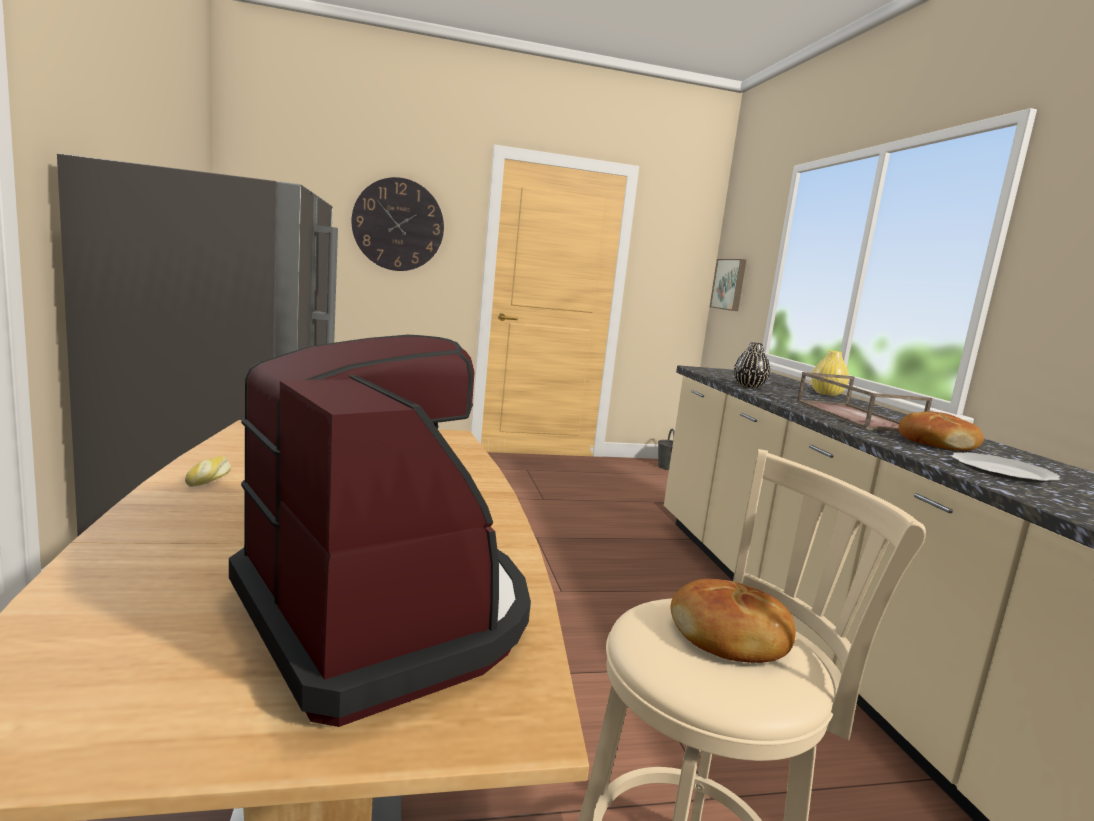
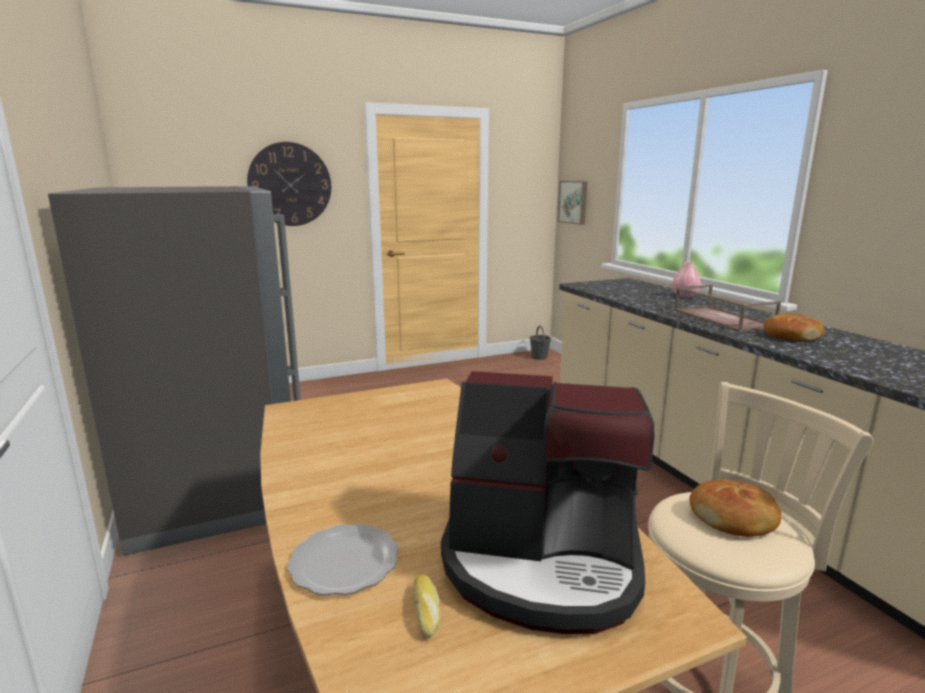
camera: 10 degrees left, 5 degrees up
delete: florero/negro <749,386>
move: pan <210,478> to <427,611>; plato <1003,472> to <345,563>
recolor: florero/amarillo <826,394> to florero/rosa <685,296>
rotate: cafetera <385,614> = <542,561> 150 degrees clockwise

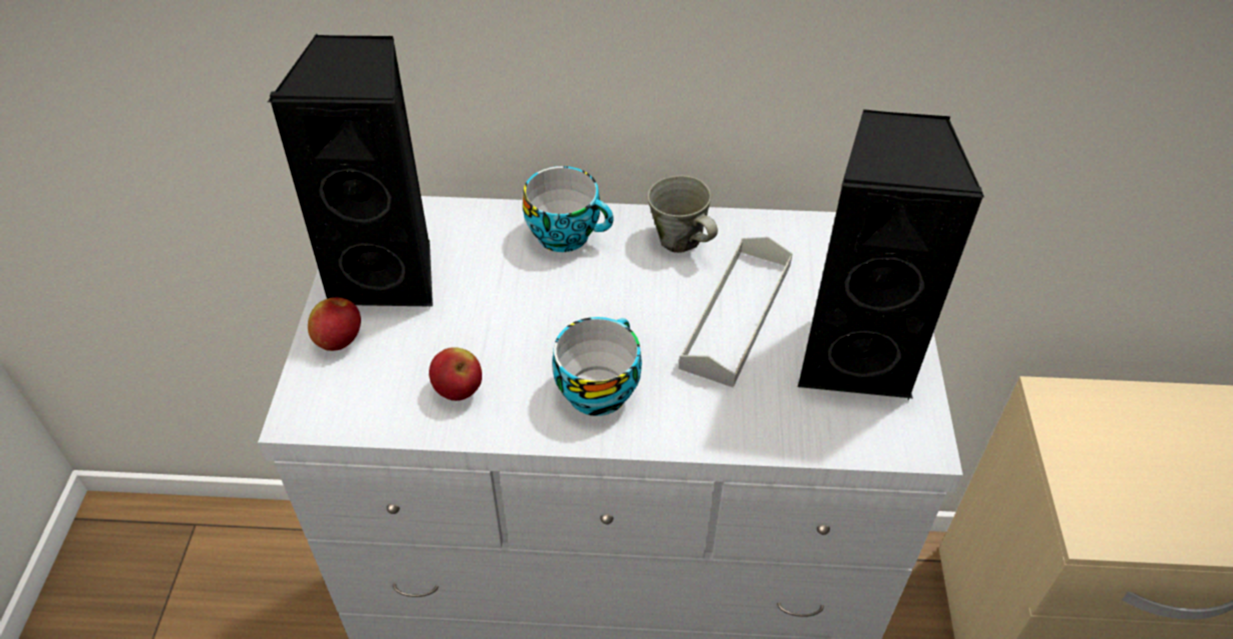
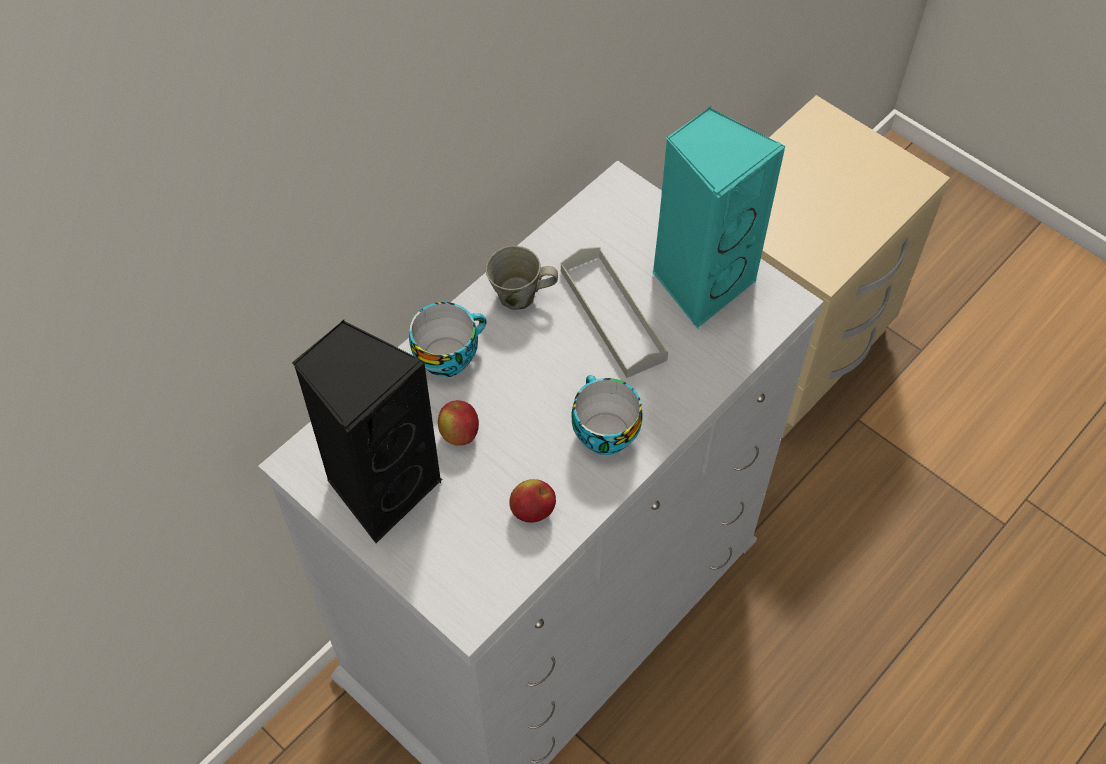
camera: 50 degrees left, 10 degrees up
move: manzana <339,340> to <459,433>
recolor: altavoz/negro <854,356> to altavoz/turquesa <700,282>

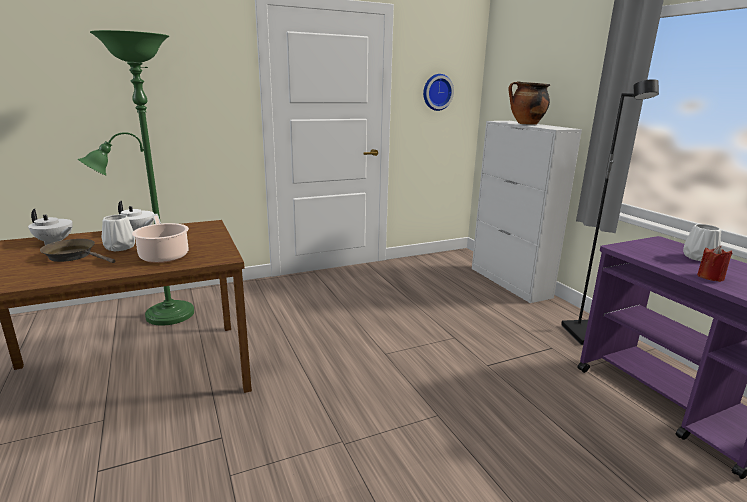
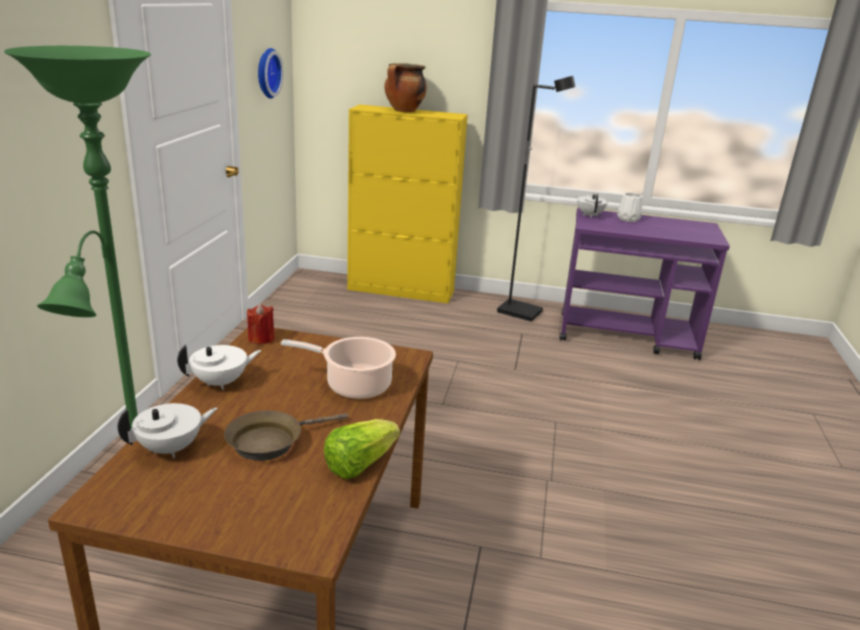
camera: 55 degrees left, 5 degrees up
delete: florero/blanco <121,247>
insert: lechuga <359,464>; tetera/blanco <590,215>
move: vela/rojo <710,277> to <261,339>
recolor: armario/blanco <510,282> to armario/amarillo <401,290>

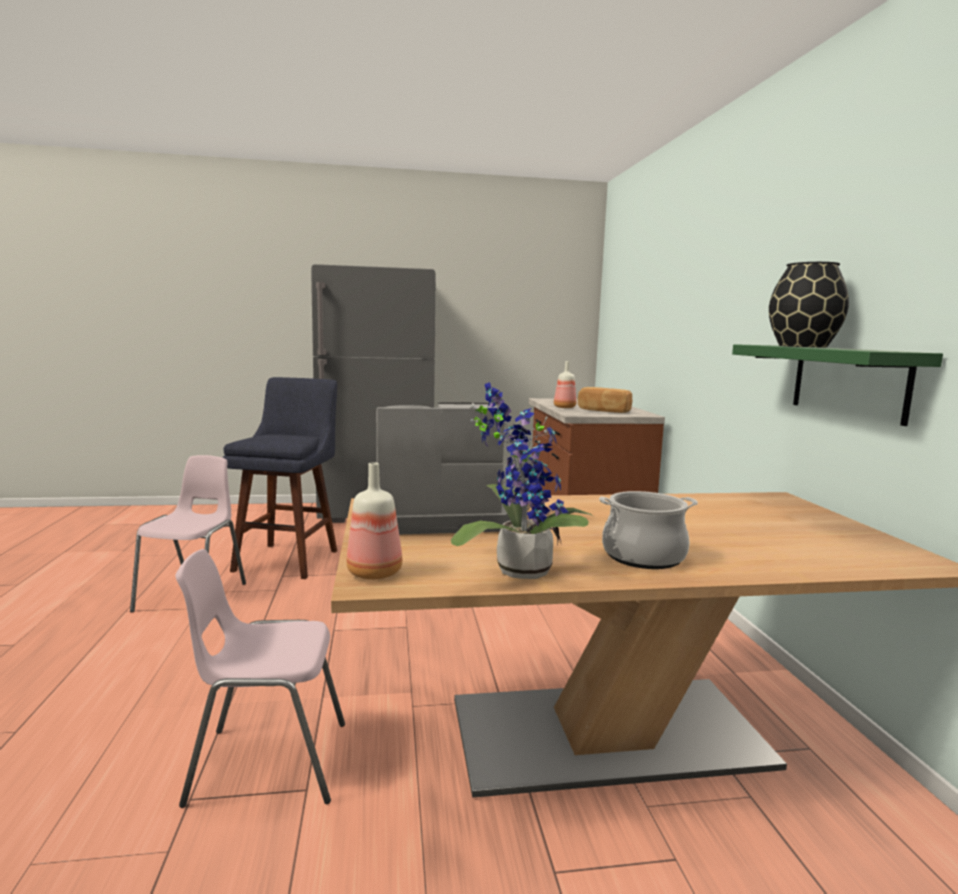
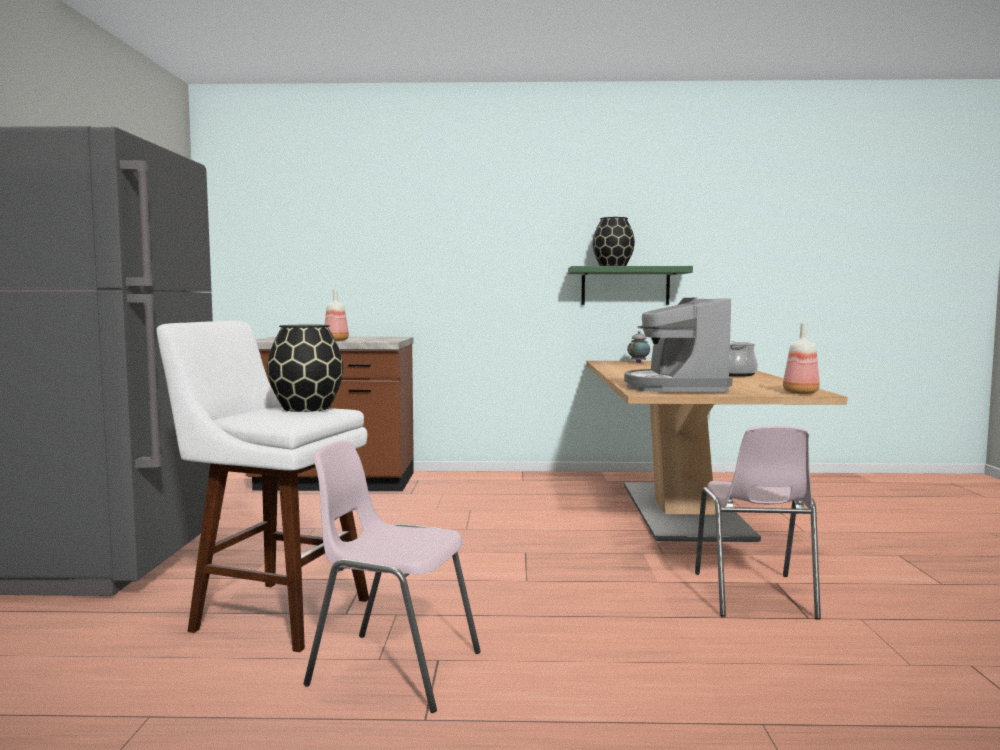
camera: 80 degrees left, 5 degrees down
delete: planta en maceta <517,568>; pan <603,411>
insert: florero/negro <305,408>; tetera <639,362>
recolor: taburete/azul <289,558> to taburete/blanco <273,612>

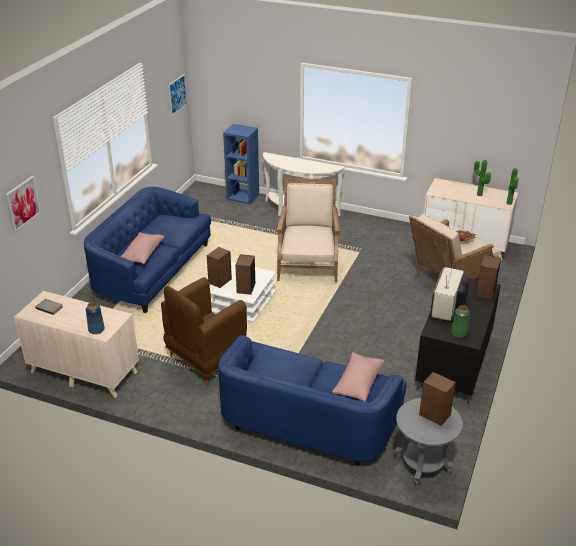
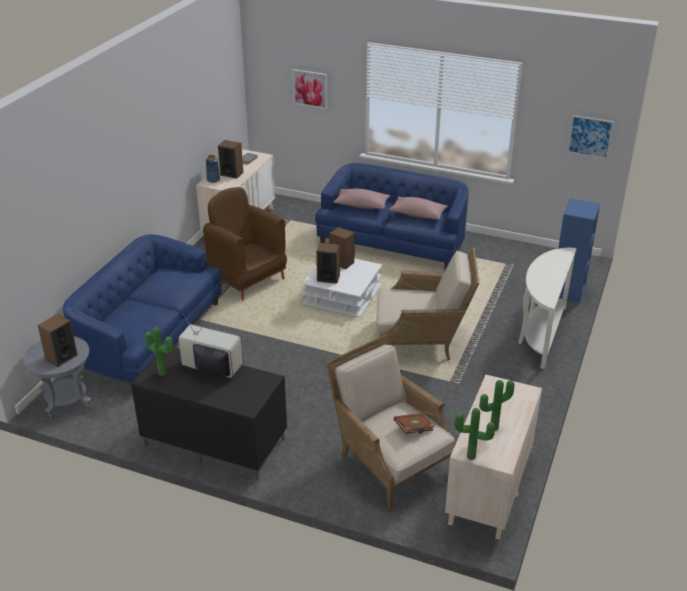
camera: 90 degrees right, 0 degrees up
move: cojín/rosa <358,383> to <418,214>; altavoz <485,292> to <231,174>
replace: florero/verde <459,333> to planta en maceta <163,372>

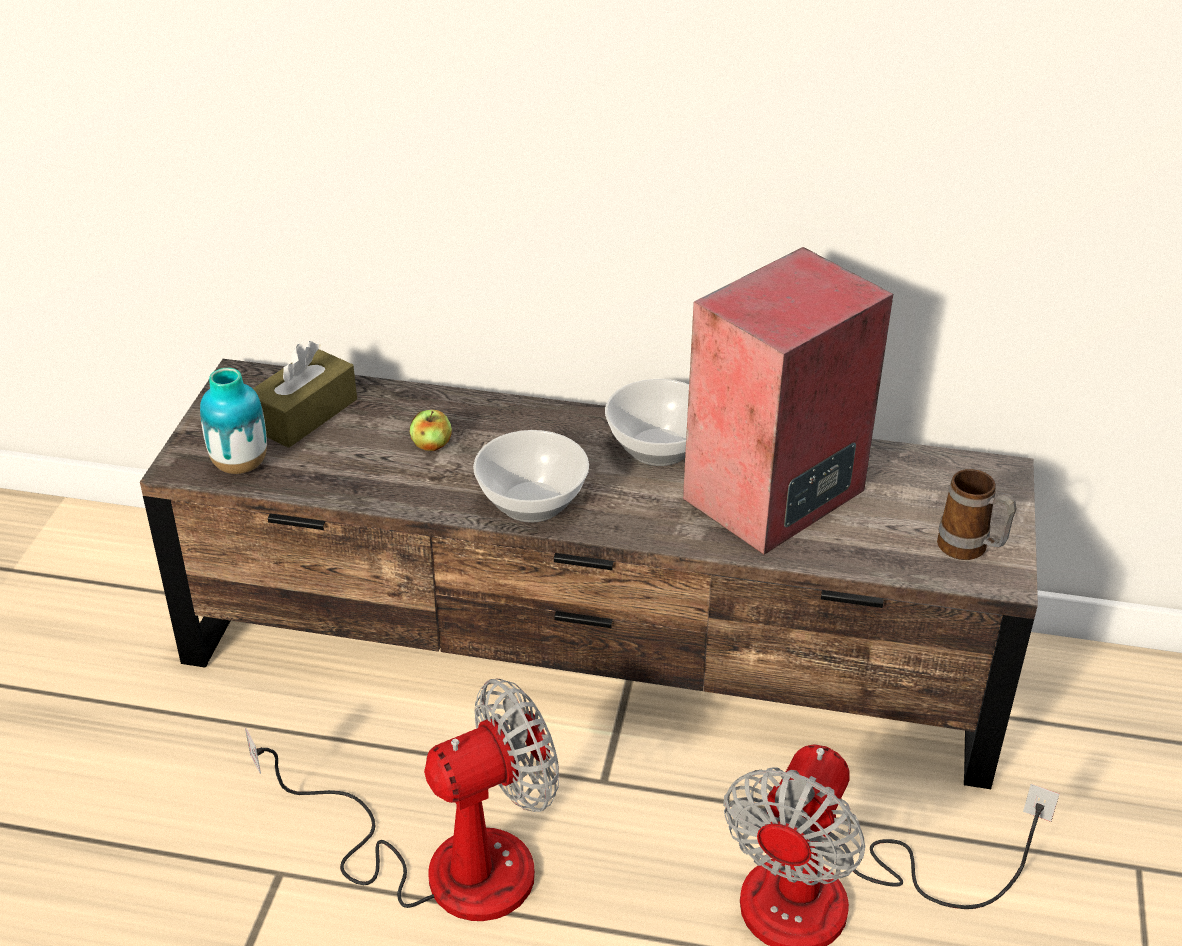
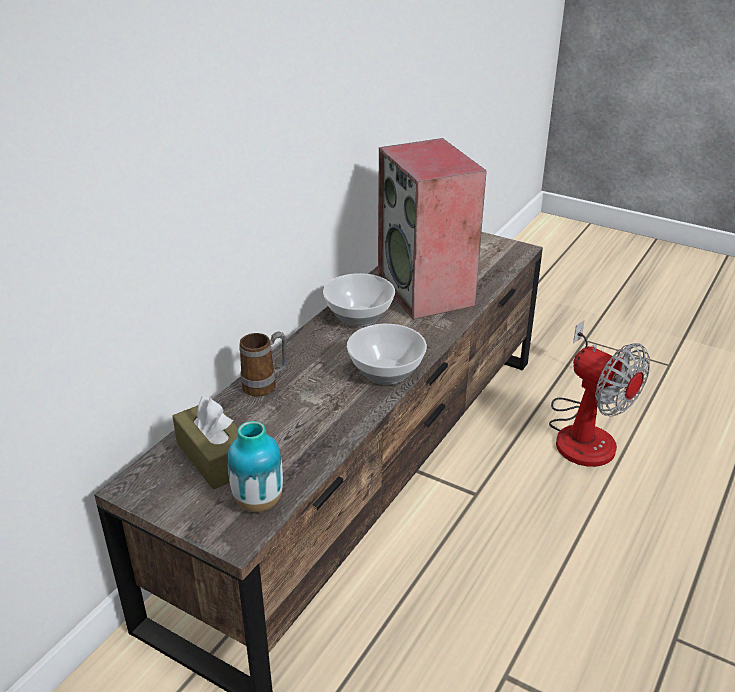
camera: 70 degrees left, 5 degrees down
delete: ventilador <444,862>; manzana <431,445>
move: taza grande <970,550> to <266,385>

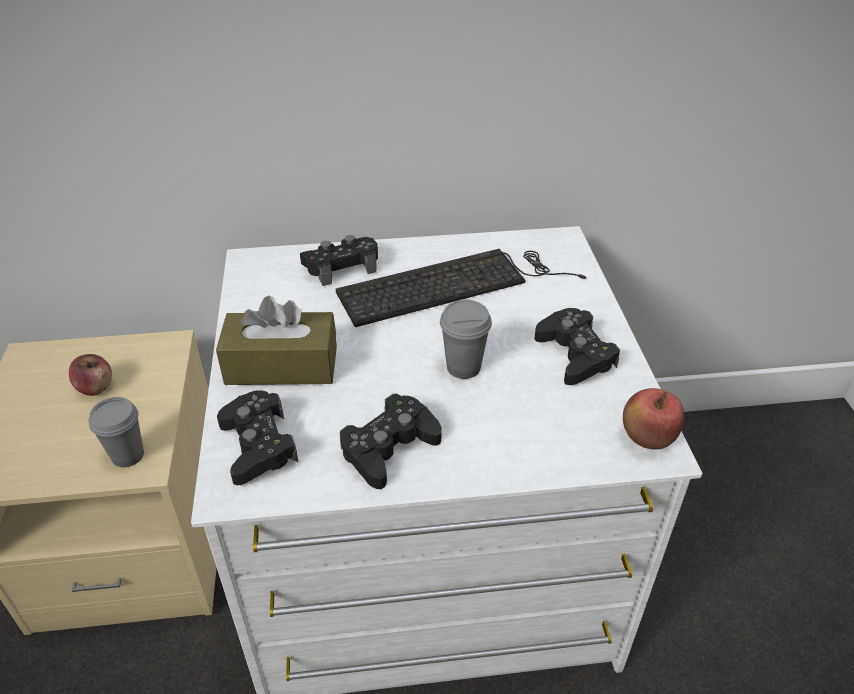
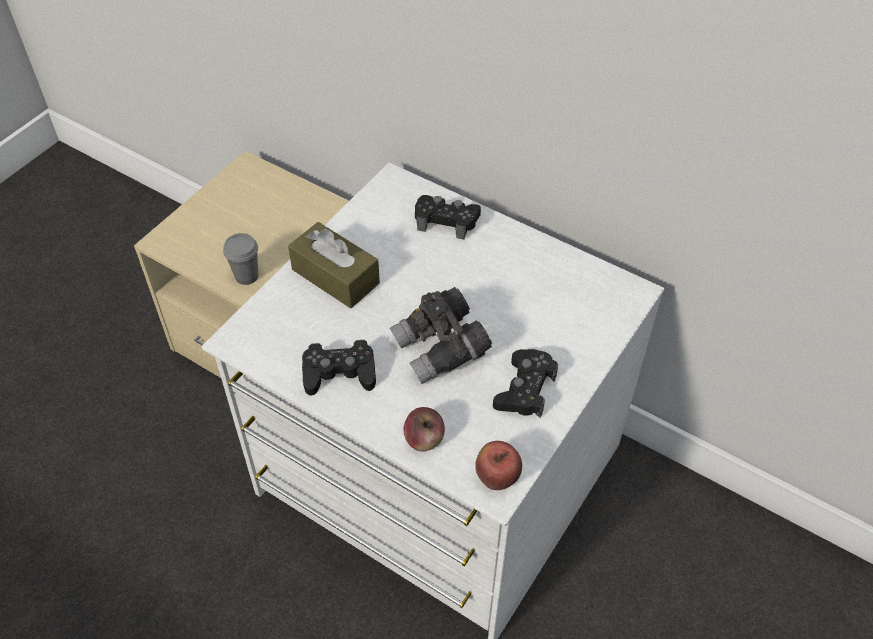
camera: 40 degrees right, 10 degrees up
delete: mando de consola/negro <258,445>; teclado <454,285>
move: manzana <95,387> to <424,439>
replace: taza/gris <463,367> to prismáticos/gris <441,349>

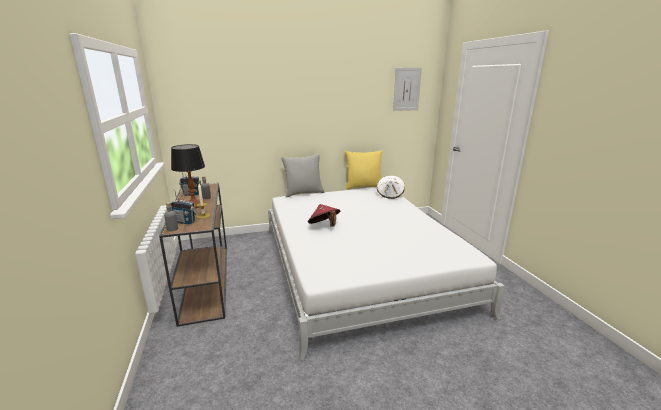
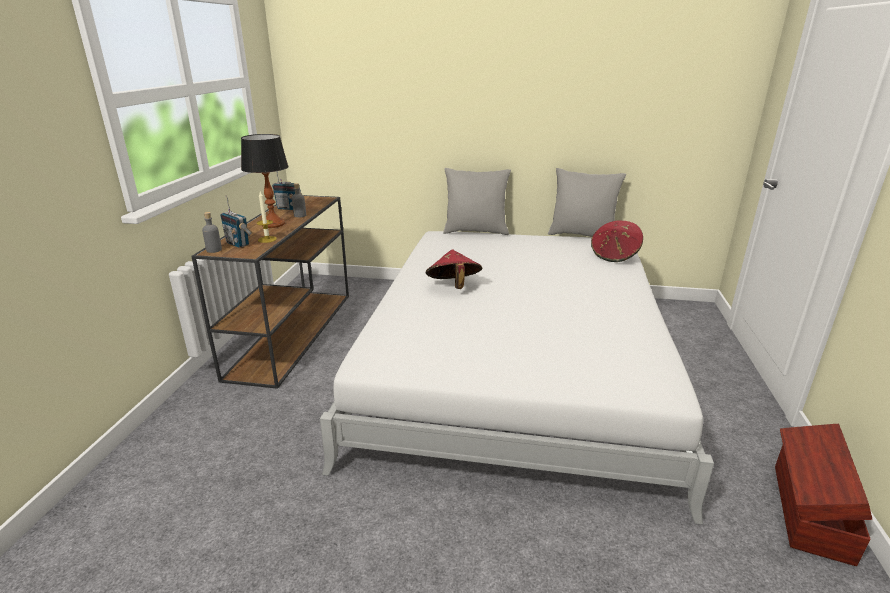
camera: 25 degrees right, 5 degrees up
delete: cuadro <407,89>
insert: caja de almacenaje/marrón <809,512>
recolor: cojín/amarillo <363,187> to cojín/gris <582,235>; sombrero/blanco <390,195> to sombrero/rojo <615,255>

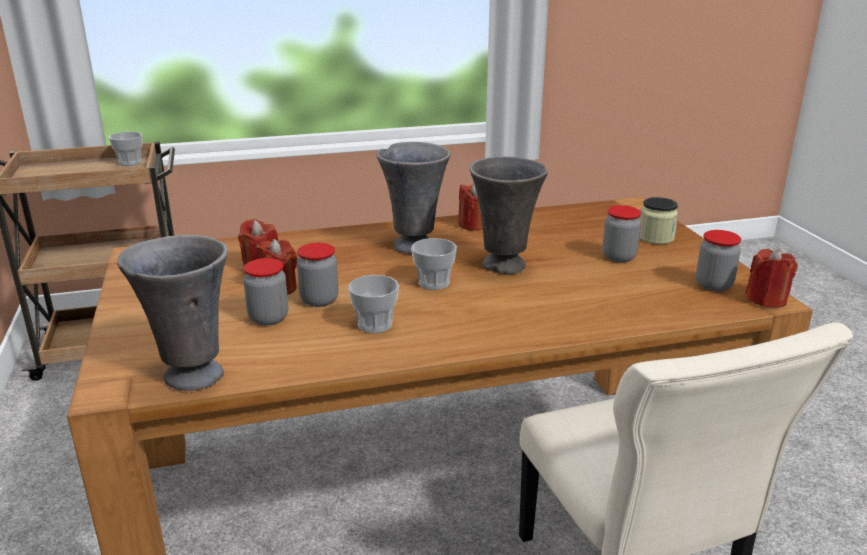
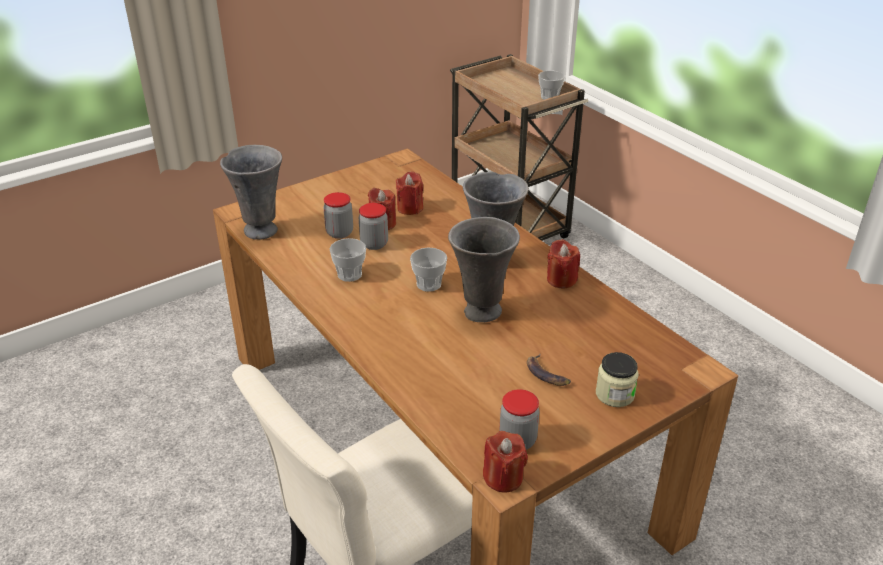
camera: 70 degrees right, 10 degrees up
replace: tarro <619,257> to plátano <546,374>

